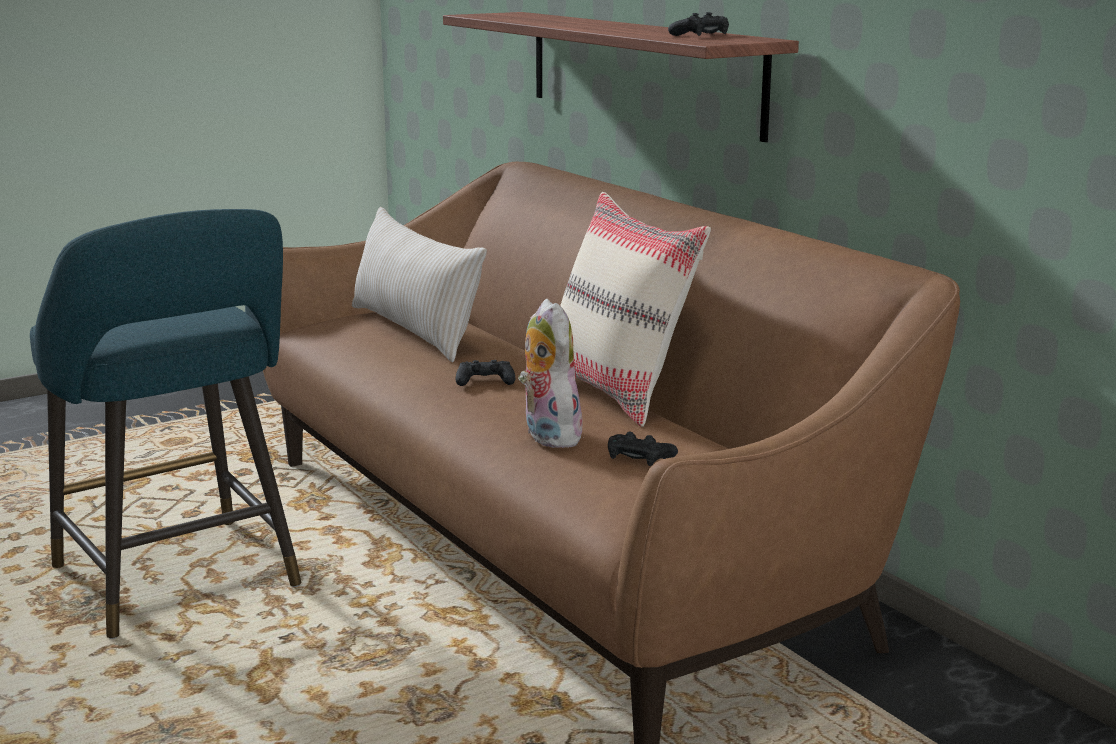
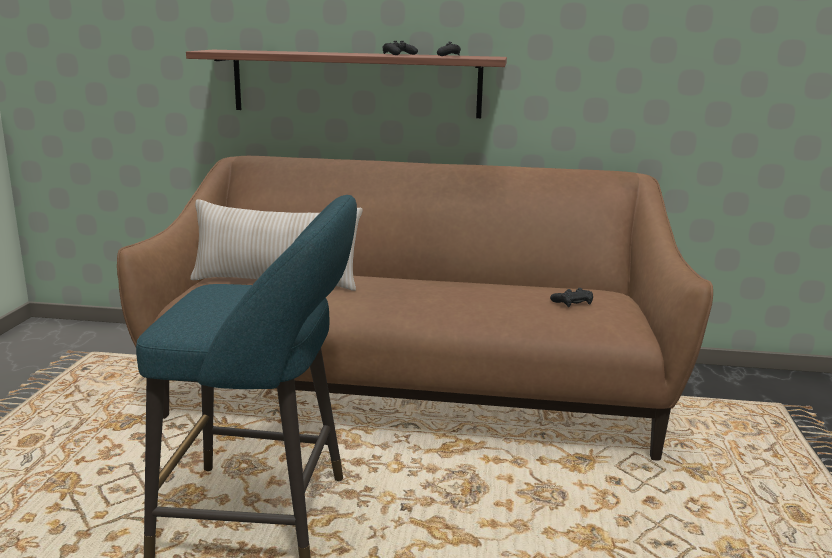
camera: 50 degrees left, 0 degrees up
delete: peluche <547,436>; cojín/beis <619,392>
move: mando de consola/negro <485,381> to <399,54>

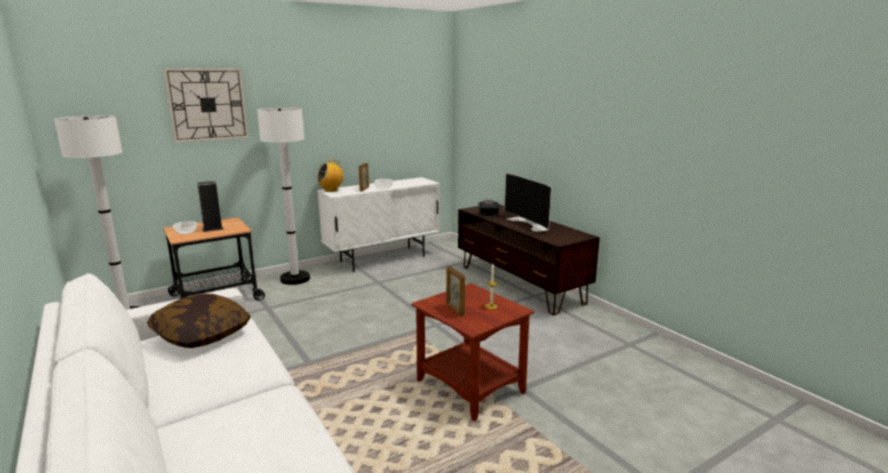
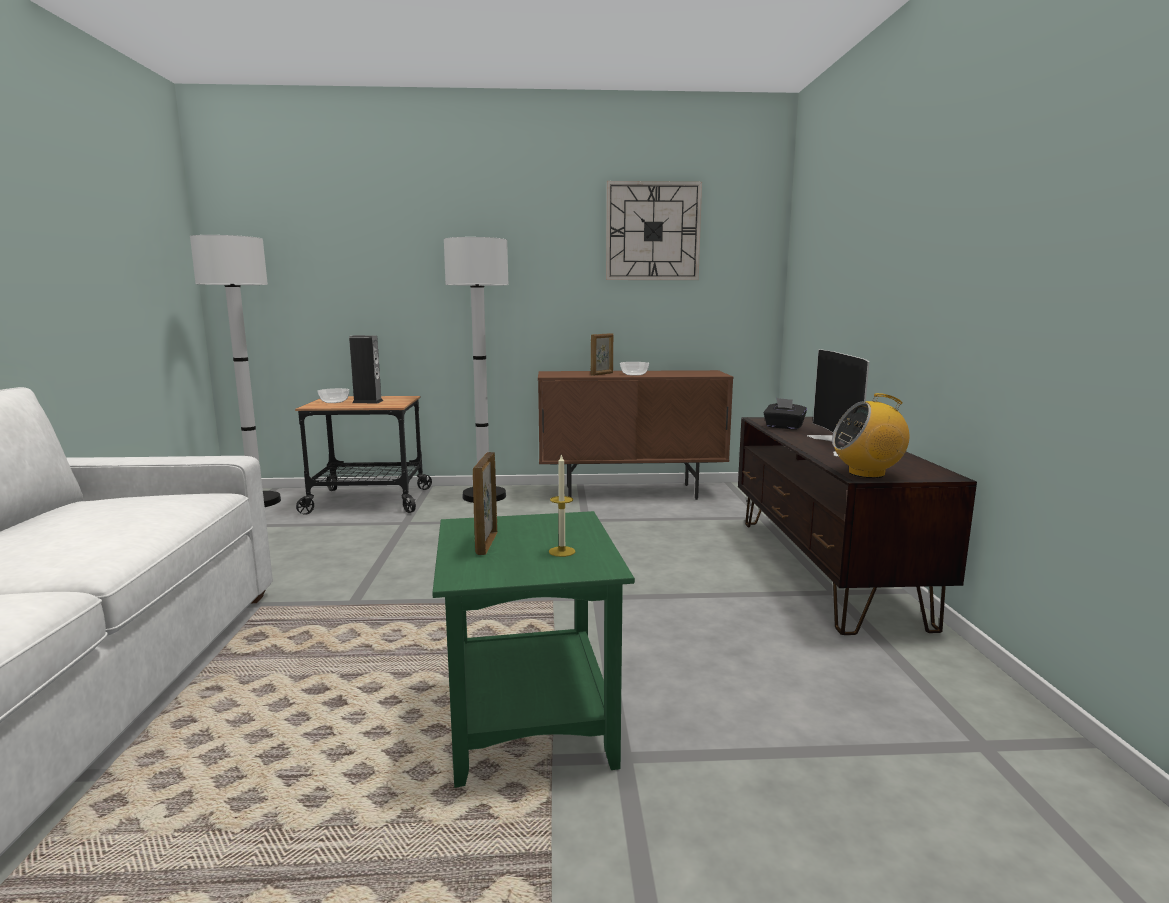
camera: 30 degrees right, 5 degrees down
delete: cojín <201,334>
move: reloj de pared <207,104> to <653,231>; radio <331,190> to <867,473>
recolor: armario/blanco <383,259> to armario/marrón <631,493>; mesa auxiliar/marrón <471,386> to mesa auxiliar/verde <532,717>

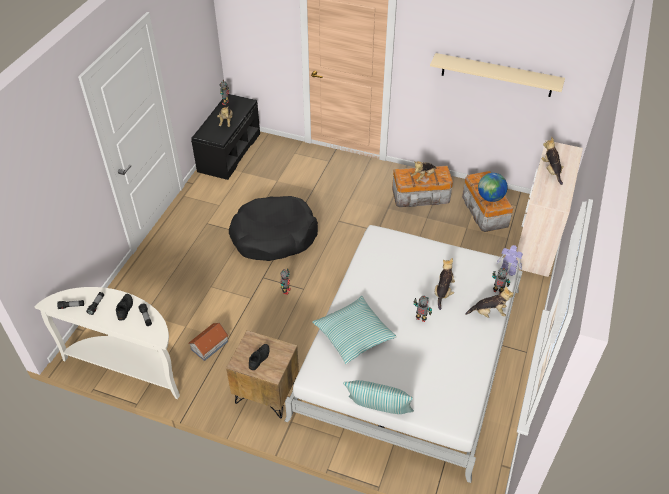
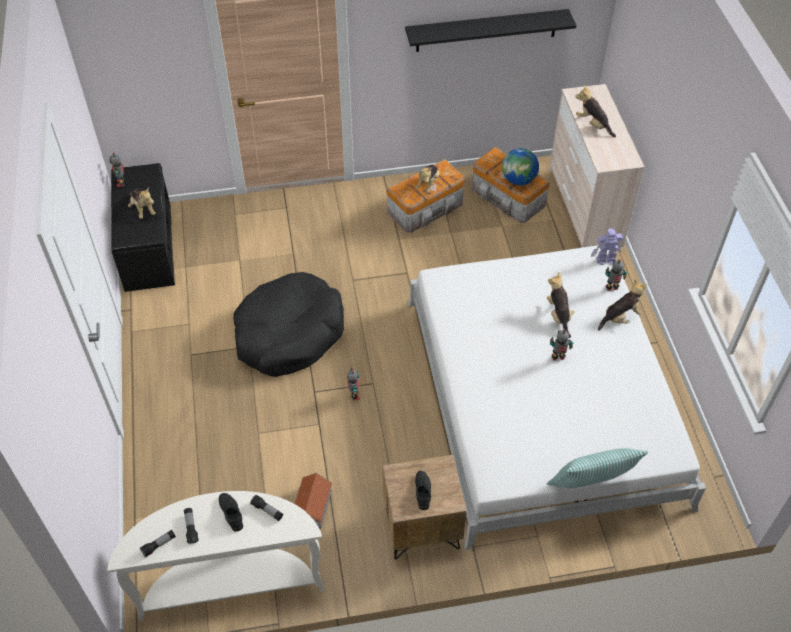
camera: 30 degrees left, 5 degrees up
delete: cojín <354,334>
recolor: estante/beis <497,75> to estante/negro <486,30>

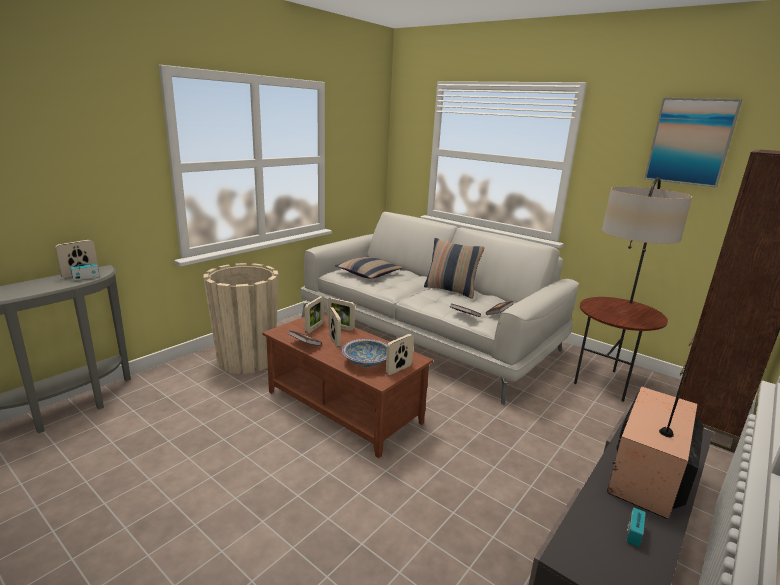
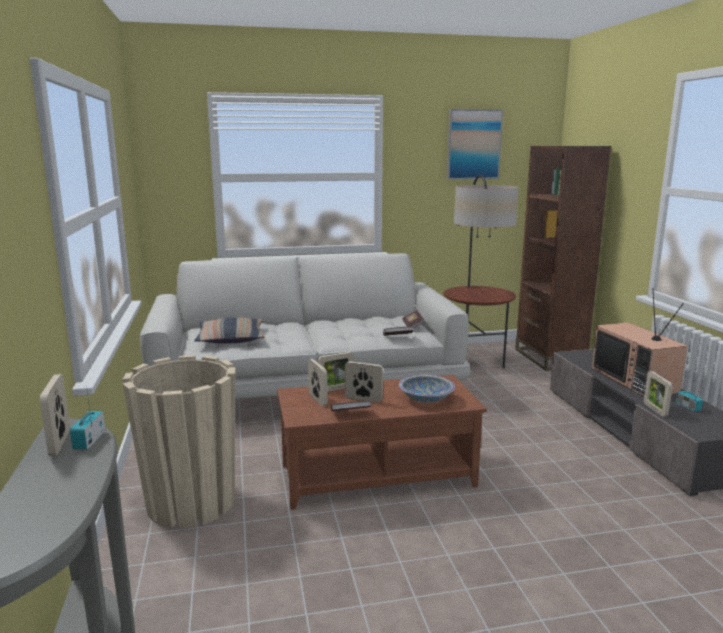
camera: 50 degrees left, 5 degrees down
delete: cojín <450,290>
move: portarretratos <398,369> to <655,410>

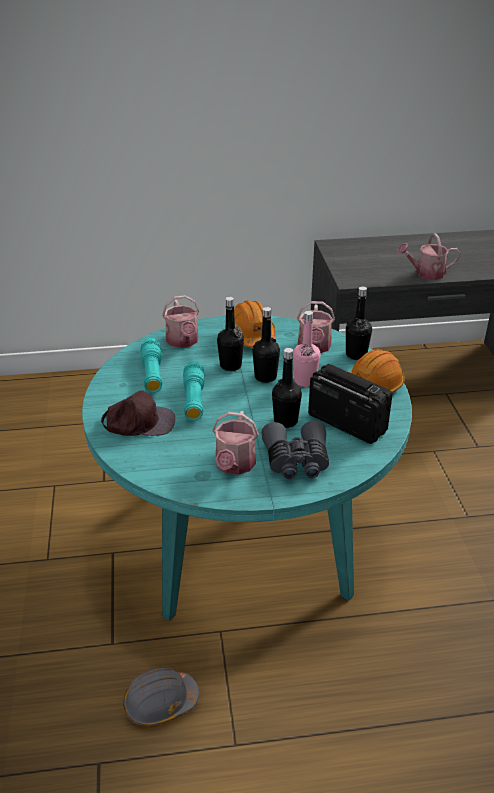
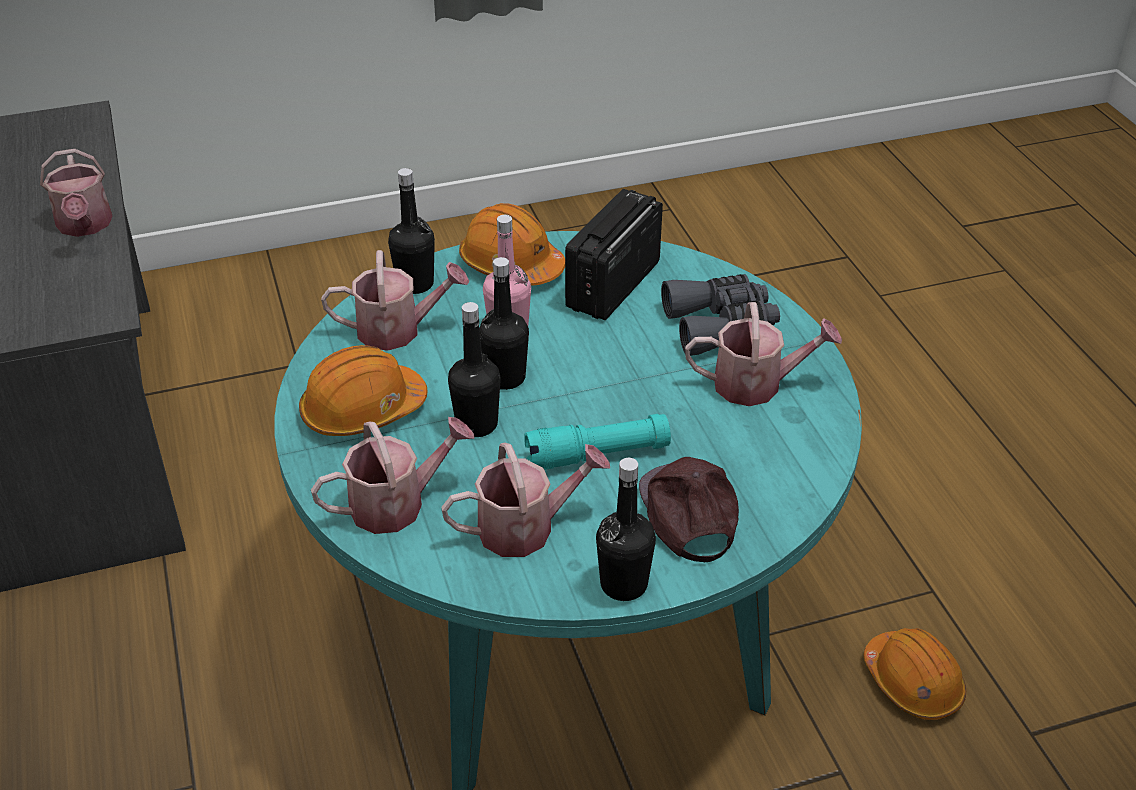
camera: 100 degrees left, 5 degrees up
move: botella/negro <285,421> to <623,584>
replace: linterna/turquesa <152,373> to regadera <526,527>
recolor: casco/gris <160,702> to casco/naranja <912,683>

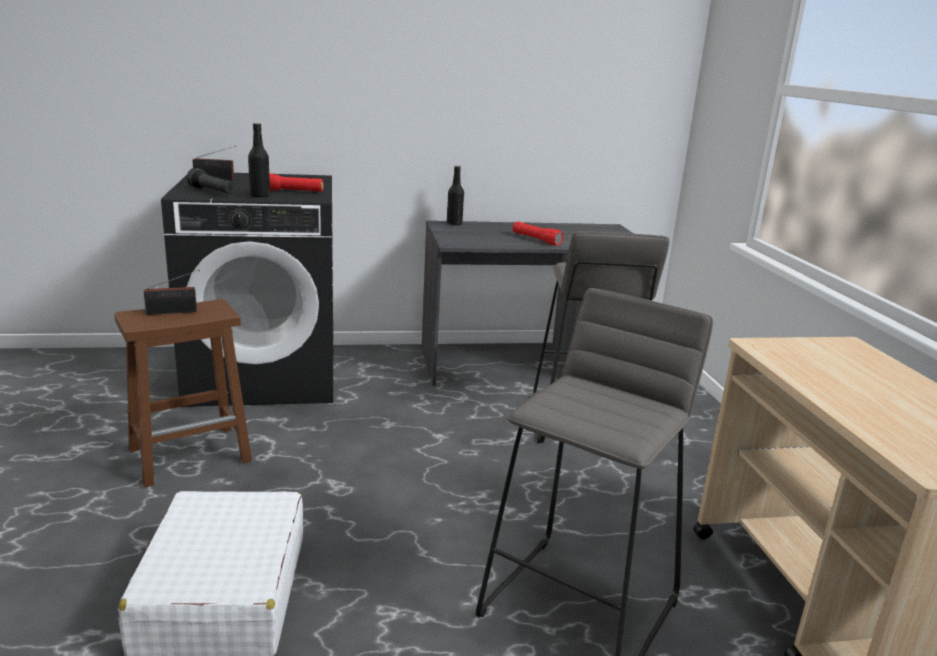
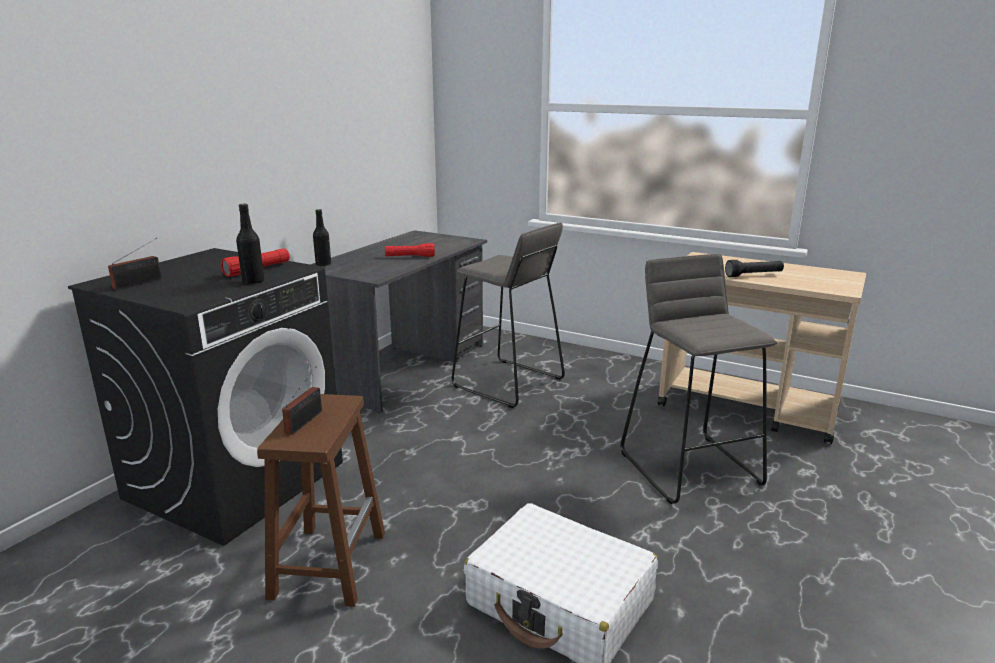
camera: 50 degrees left, 0 degrees up
move: linterna/negro <212,192> to <754,275>

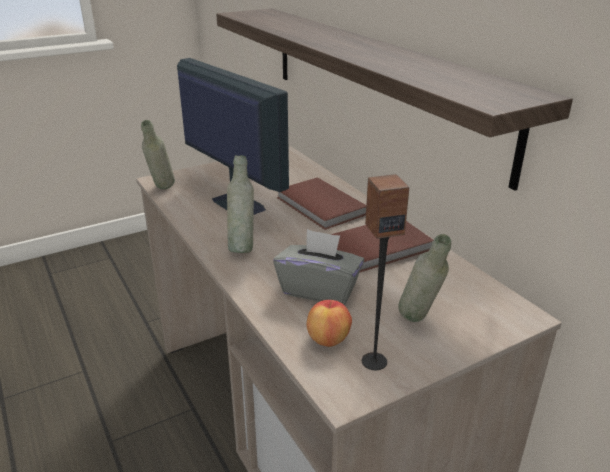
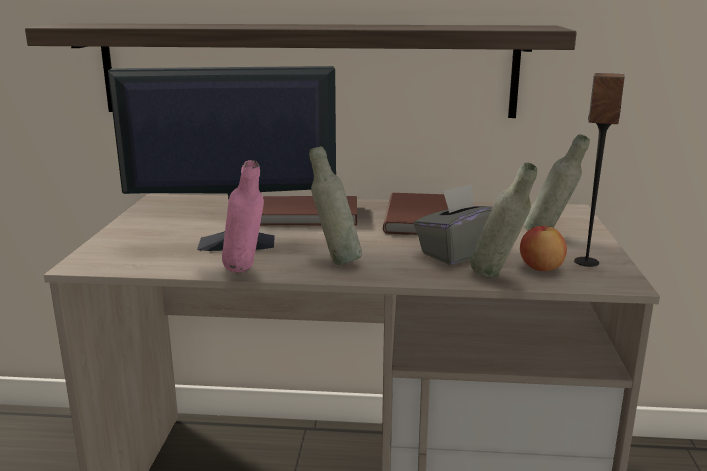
camera: 55 degrees left, 10 degrees down
insert: botella/rosa <245,273>
move: botella/gris <161,190> to <498,278>

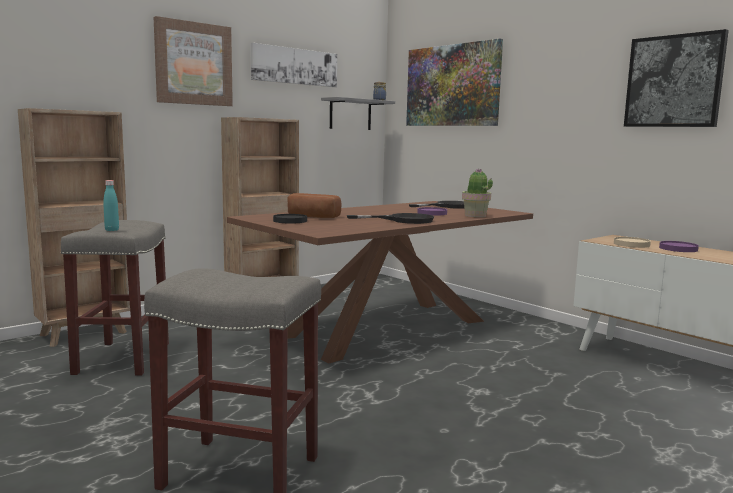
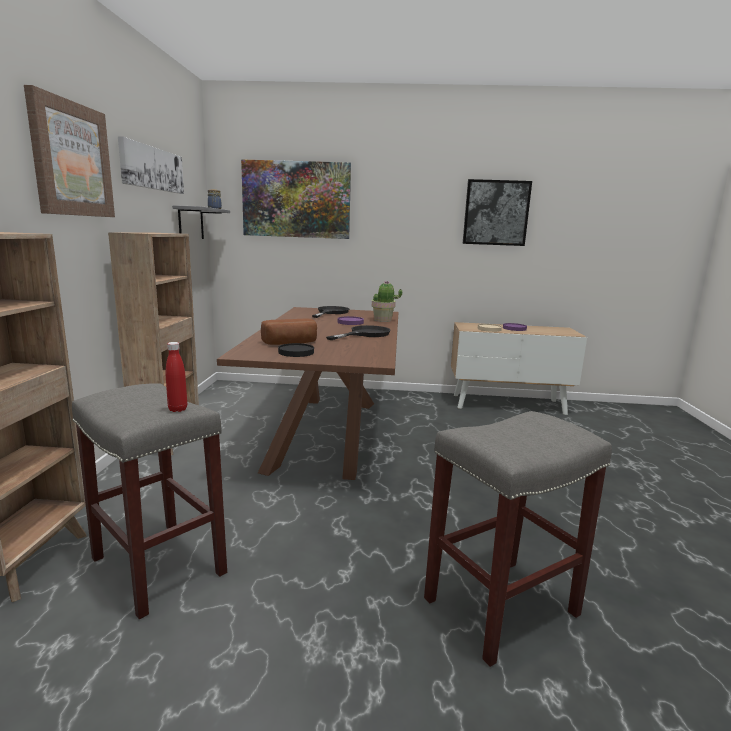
camera: 45 degrees left, 5 degrees up
recolor: botella/turquesa <112,230> to botella/rojo <178,409>

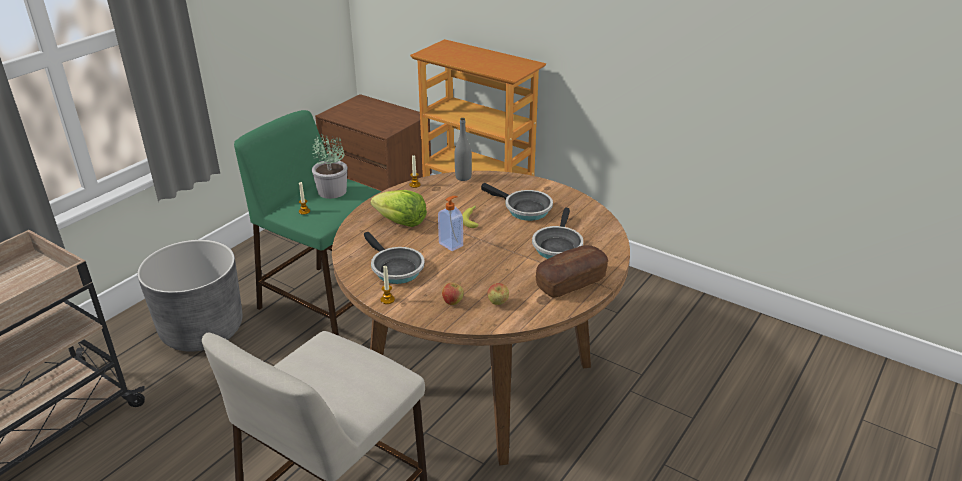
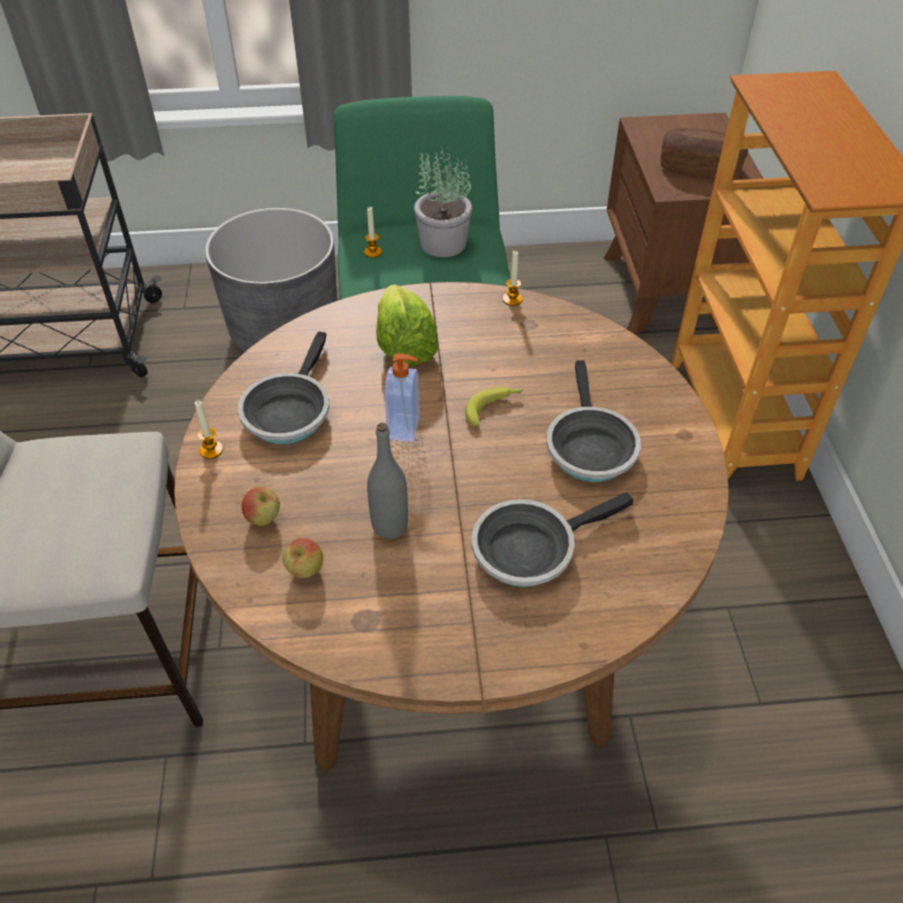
camera: 50 degrees right, 15 degrees up
move: botella/gris <463,177> to <390,526>; pan <571,282> to <700,168>

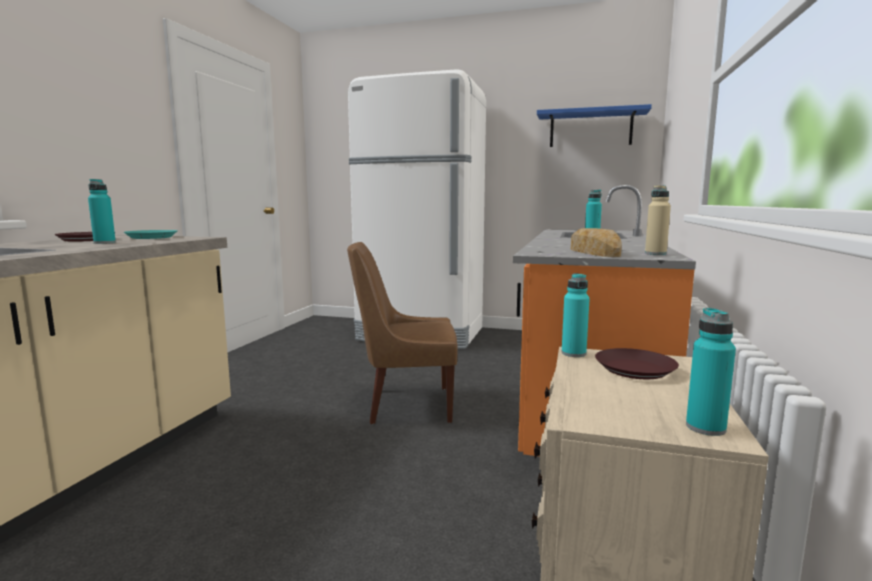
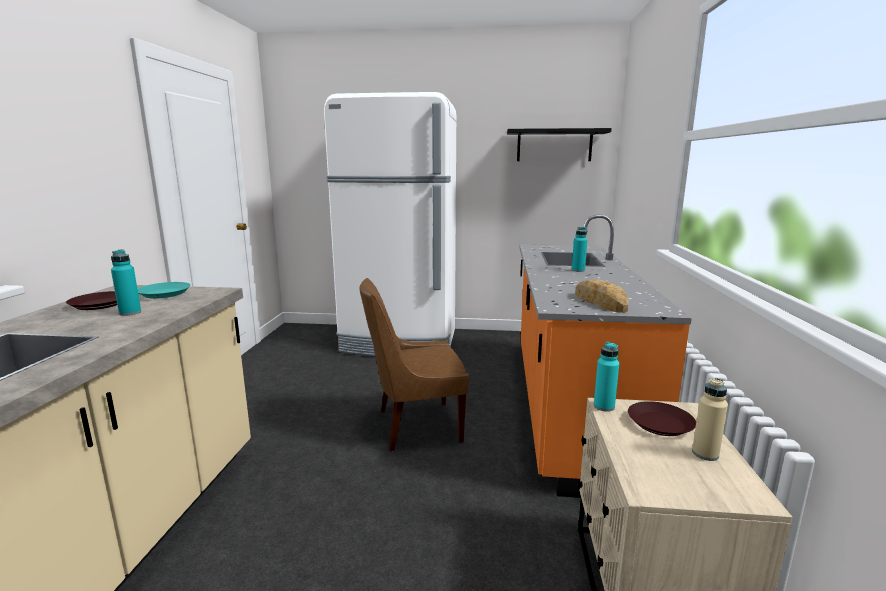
camera: 10 degrees left, 5 degrees up
delete: botella/turquesa <705,428>
move: botella/beis <655,254> to <705,454>
recolor: estante/azul <590,129> to estante/negro <554,145>

